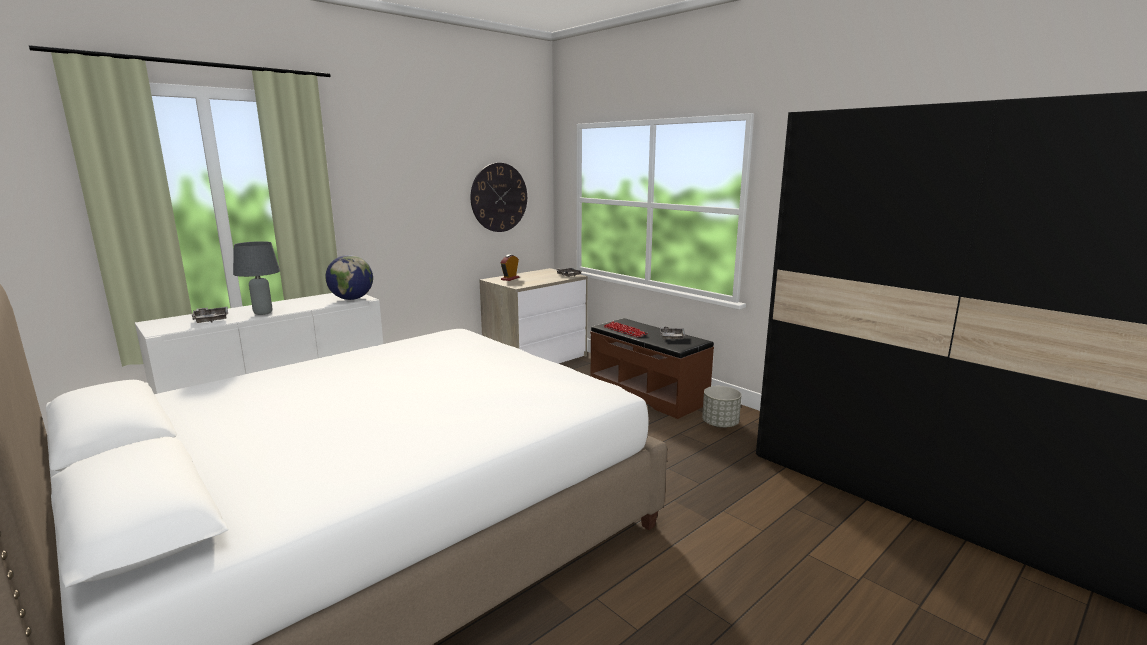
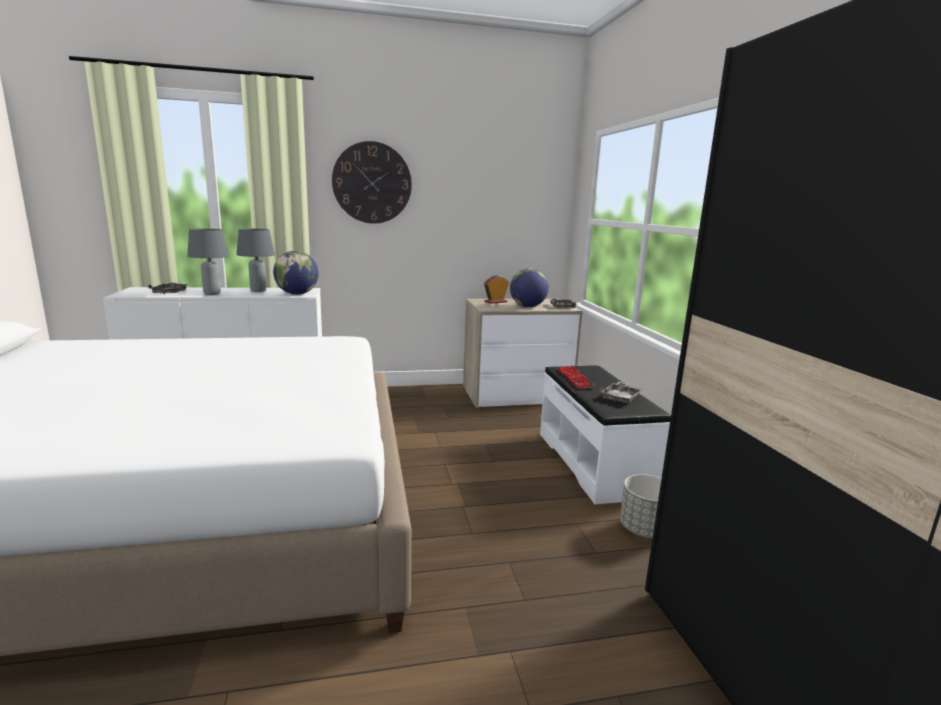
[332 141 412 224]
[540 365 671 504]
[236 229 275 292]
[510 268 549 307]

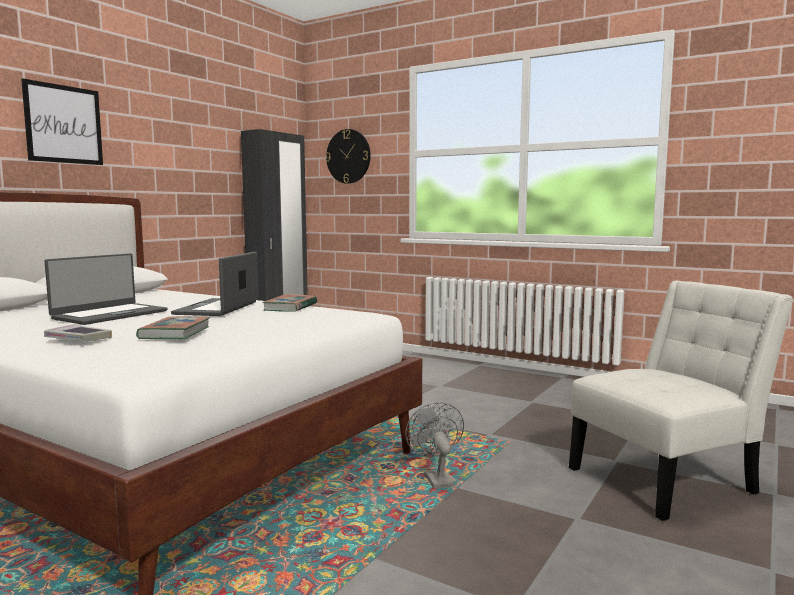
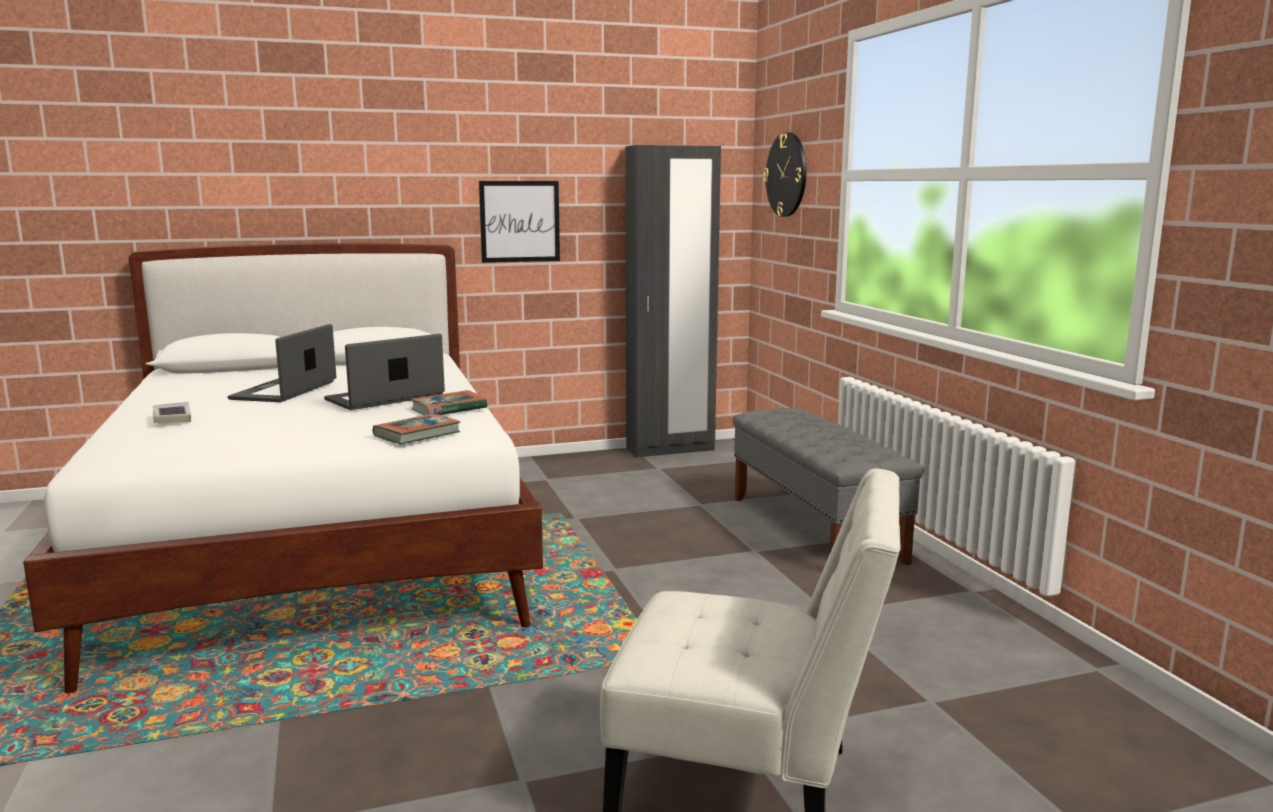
[479 181 560 263]
[228 324 336 402]
[373 414 460 445]
[405 402 464 489] (first image)
[733 408 924 565]

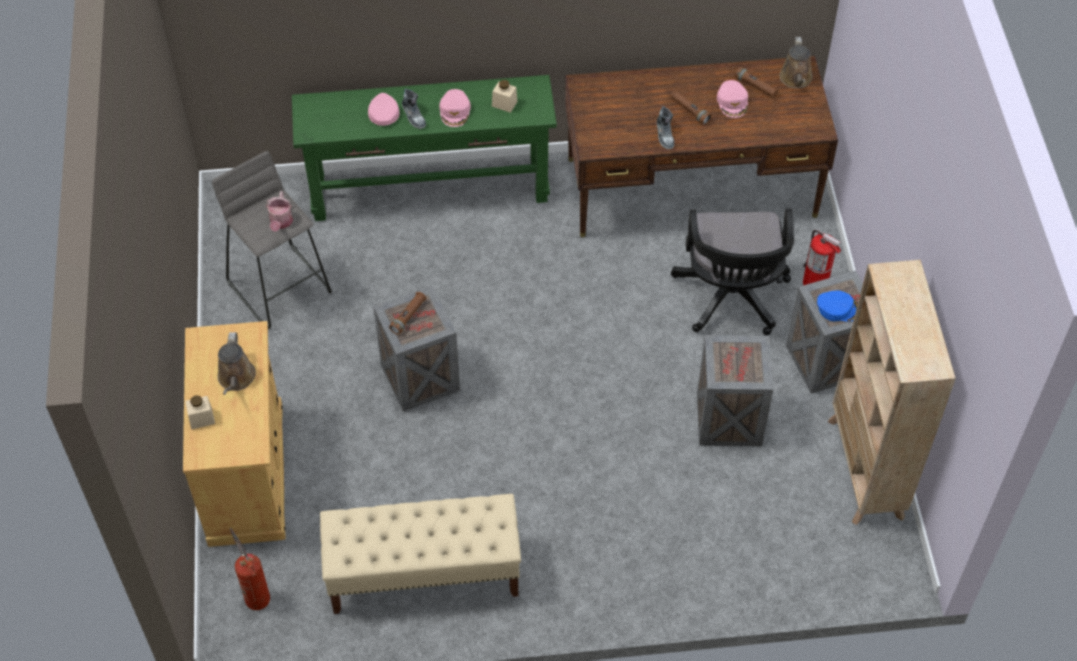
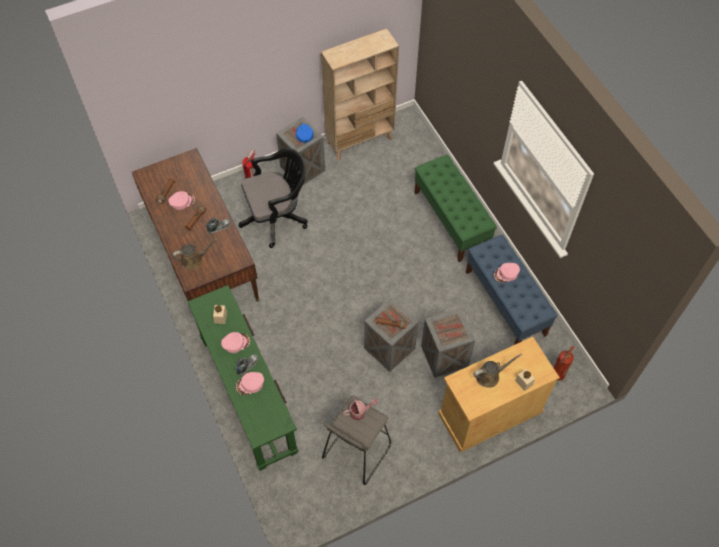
[172 238 218 270]
[421 308 475 378]
[466 234 558 345]
[414 155 497 262]
[494 263 520 283]

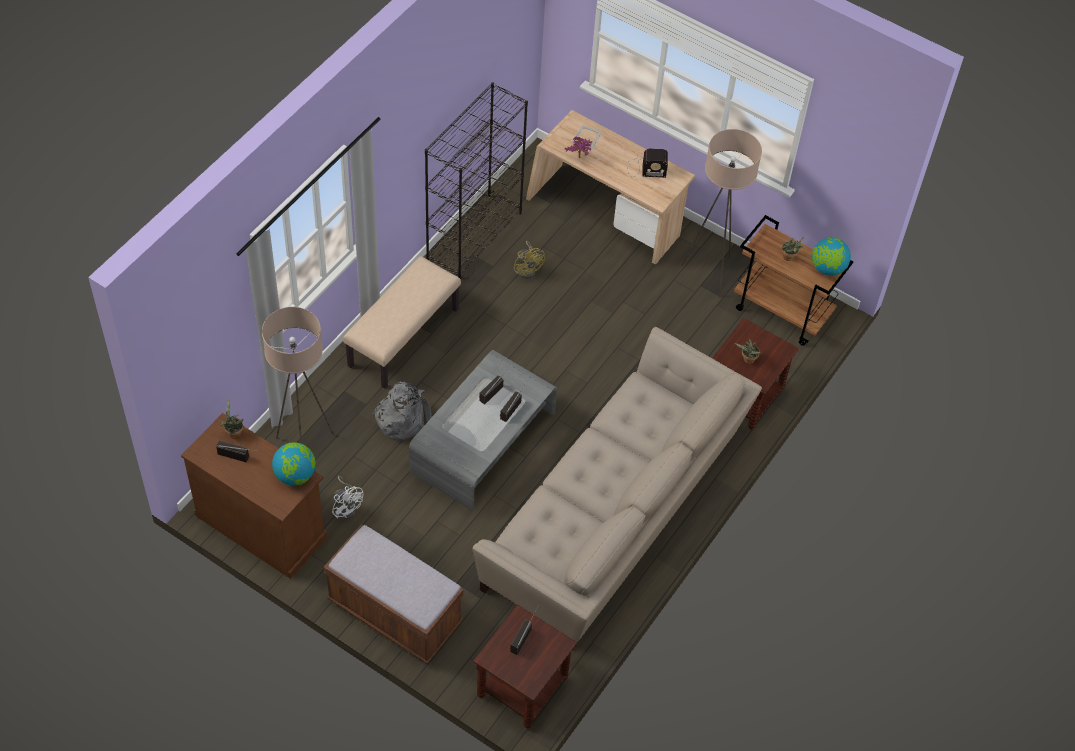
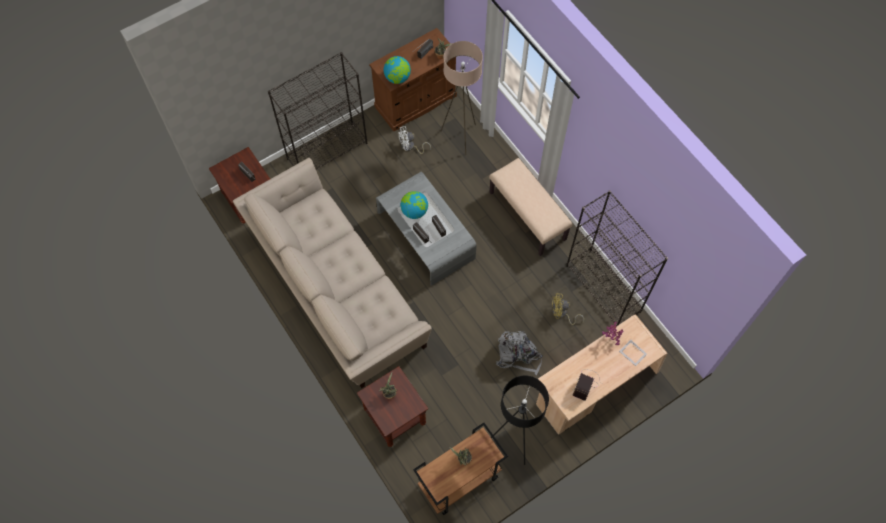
[491 376 549 465]
[400 191 428 219]
[496 331 543 376]
[268 52 367 170]

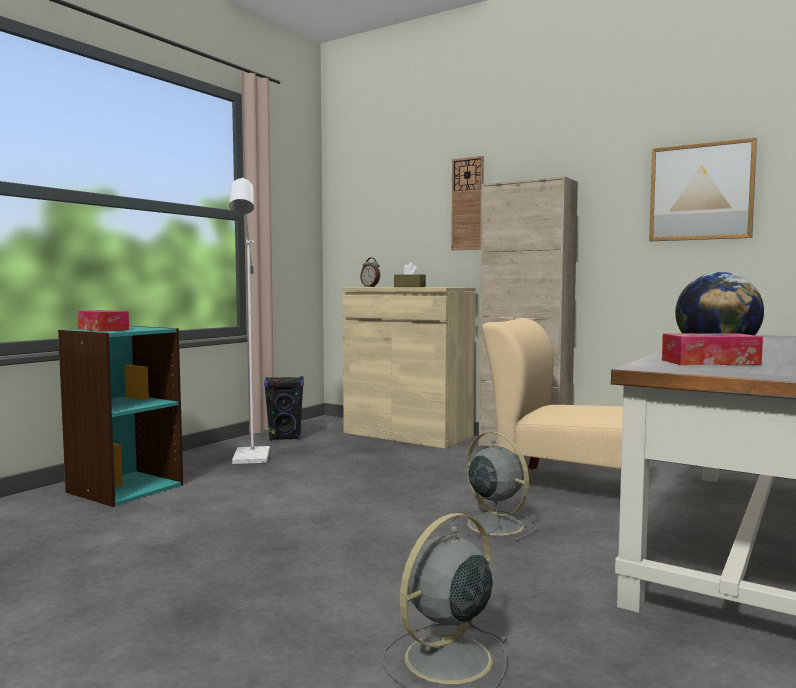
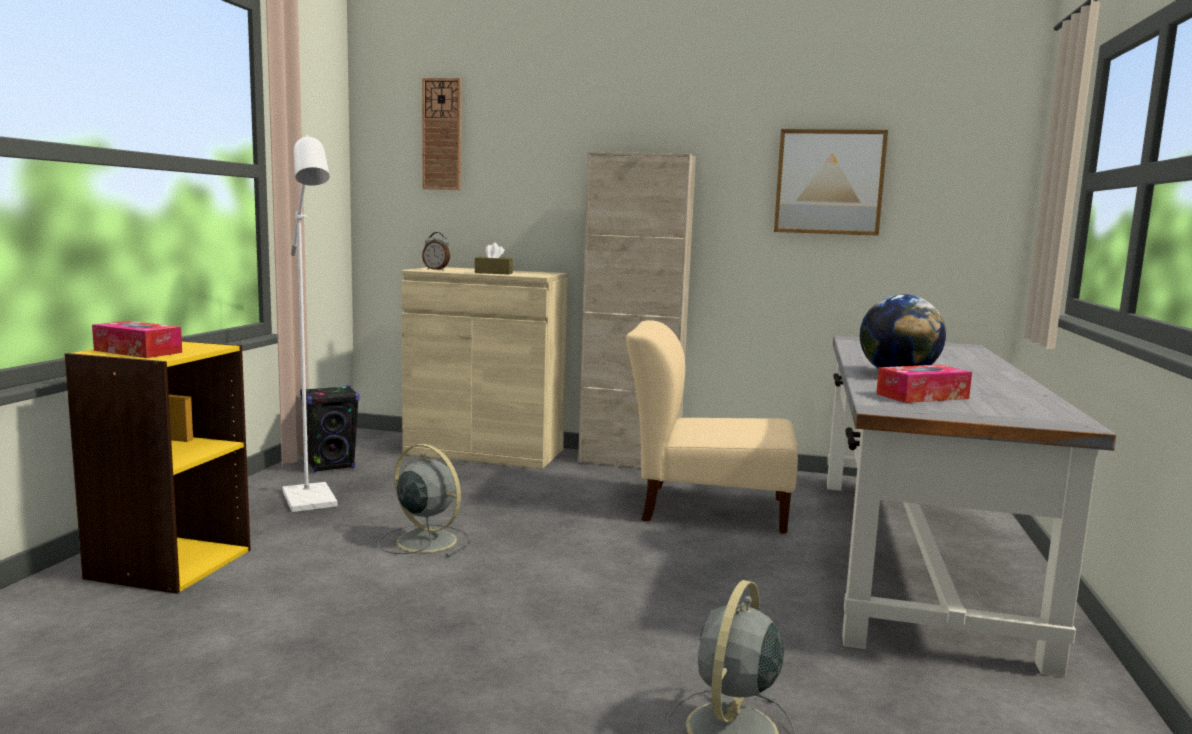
[422 78 461 190]
[65 341 251 594]
[378 444 471 557]

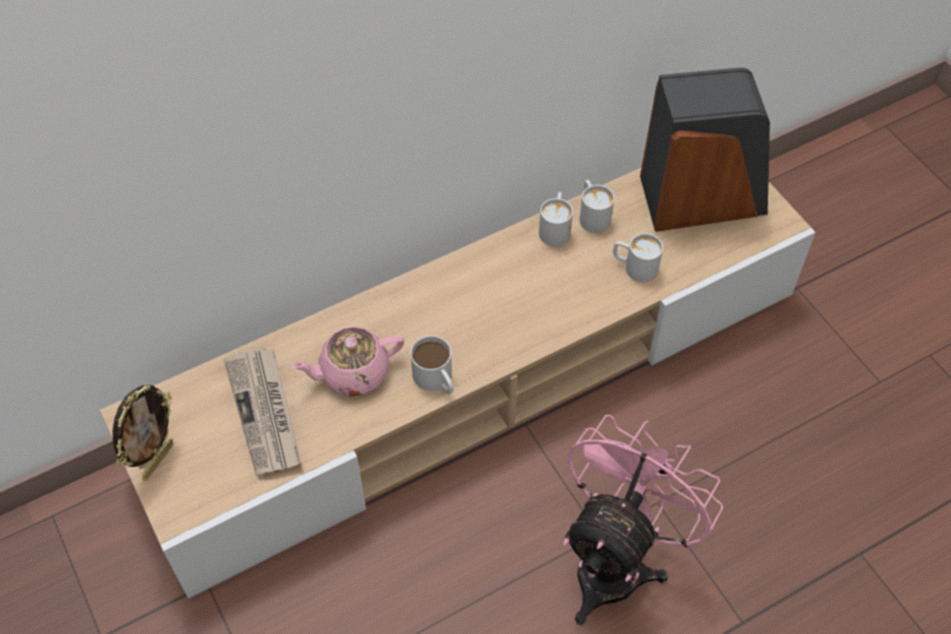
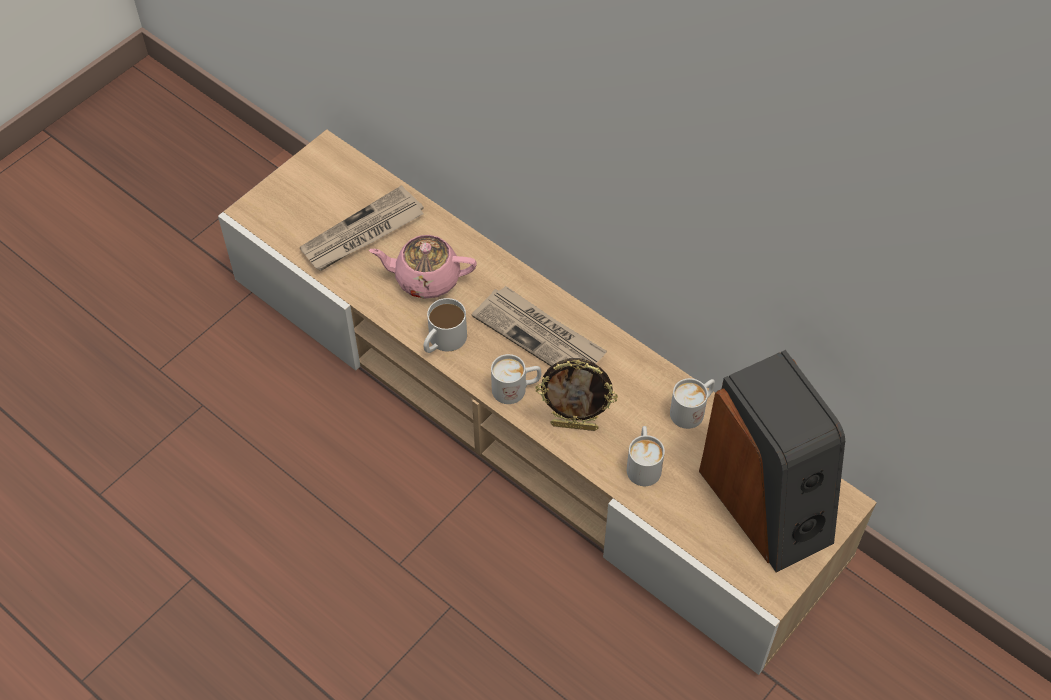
[491 354 541 404]
[369 235 477 299]
[535 358 618 431]
[563 414 723 625] (first image)
[472 286 607 366]

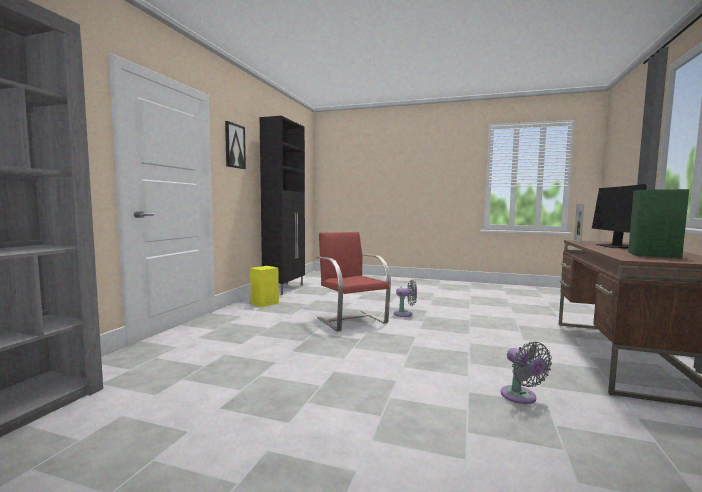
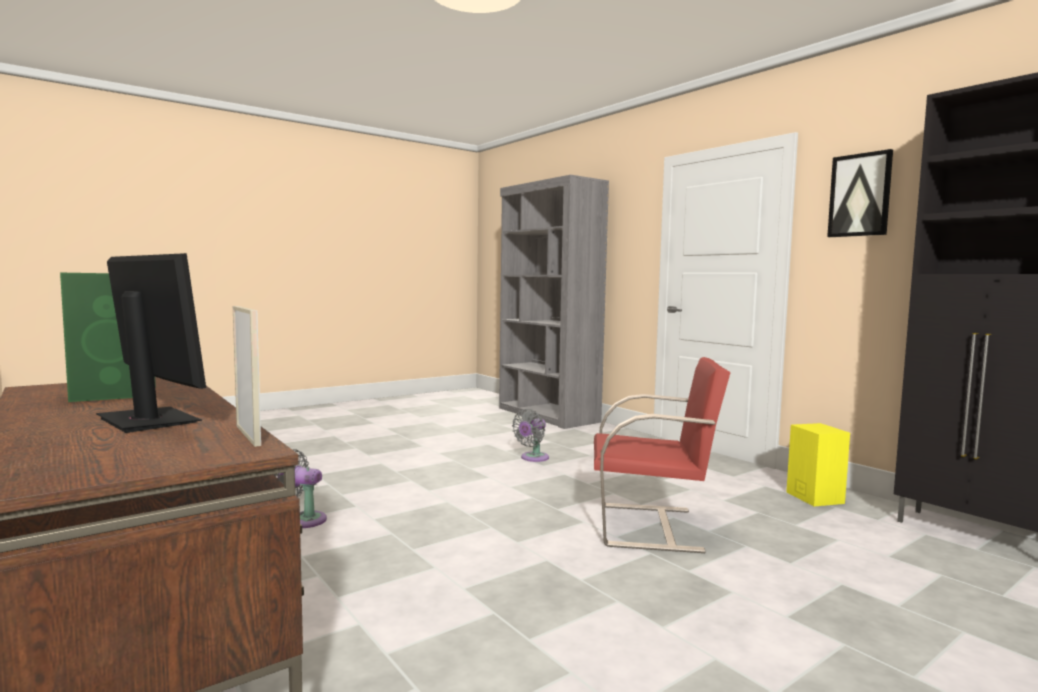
[512 409 549 462]

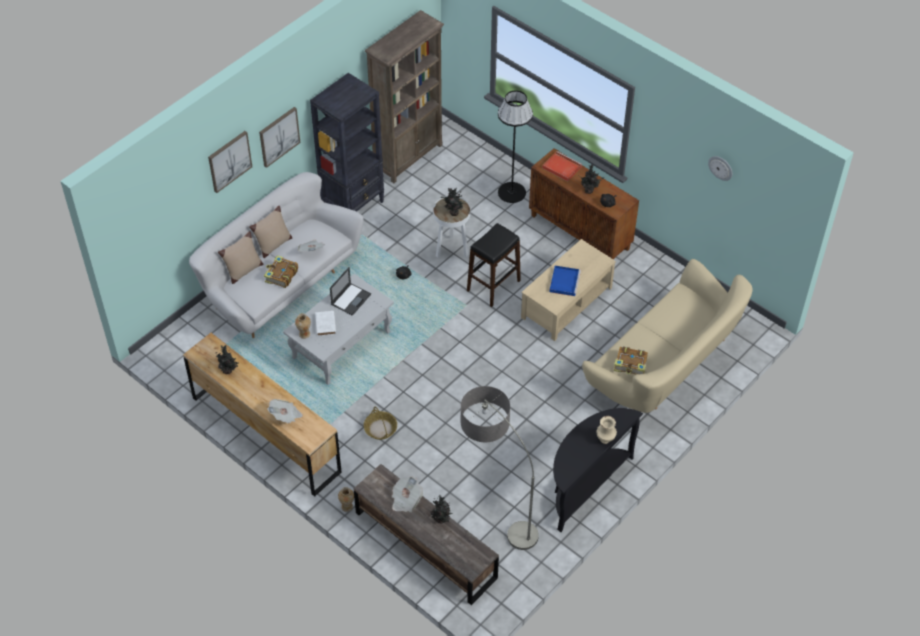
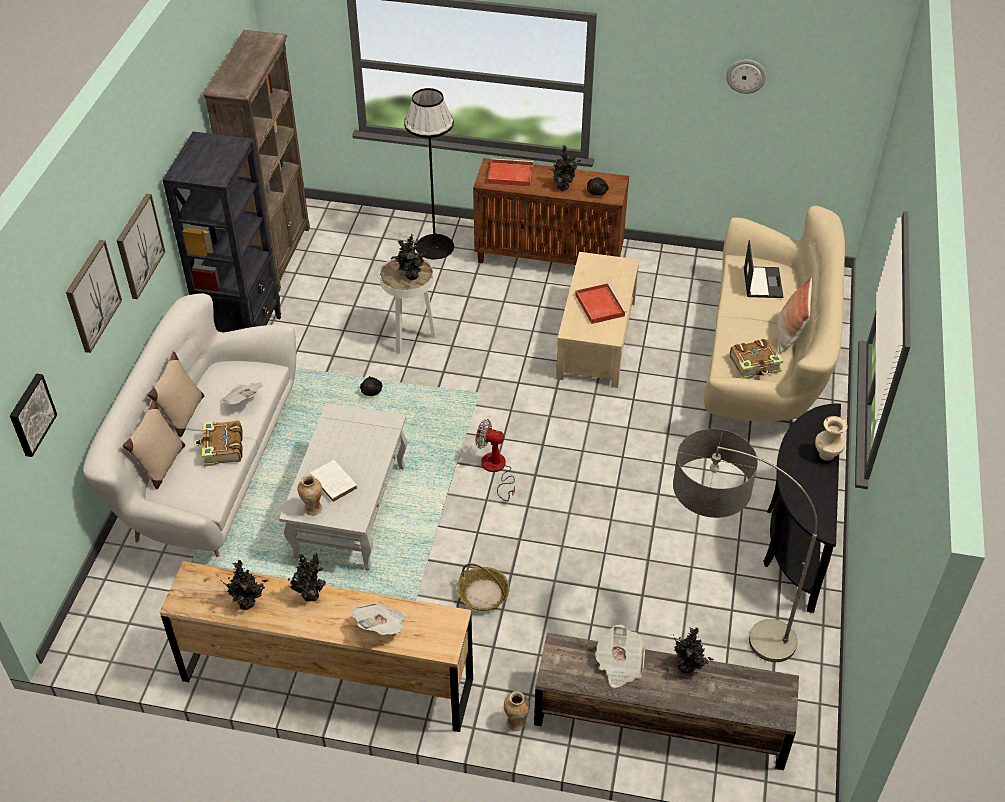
[467 223 521 307] (first image)
[575 283 627 324]
[744 240 783 298]
[777 277 812 353]
[10 374 57 457]
[475 419 515 501]
[288 553 326 602]

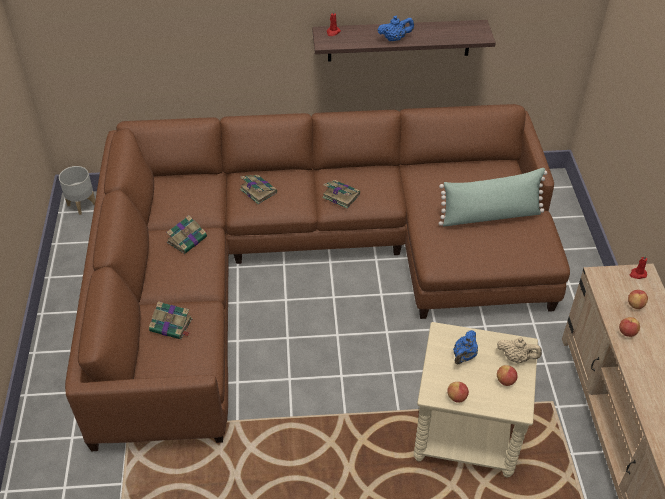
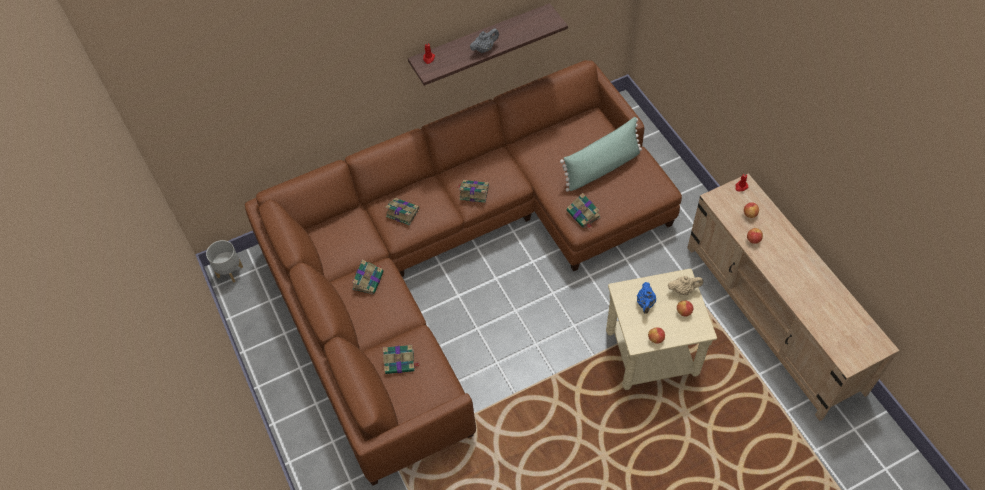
[470 28 499 53]
[566 193 600 229]

